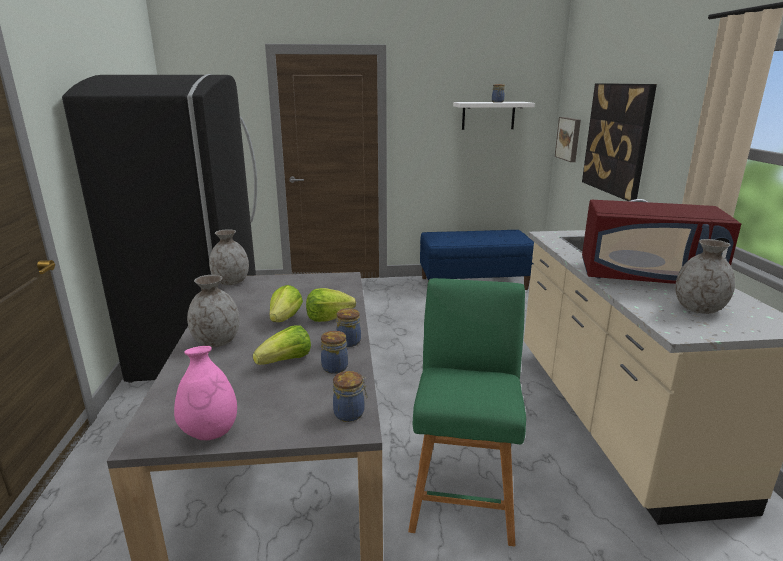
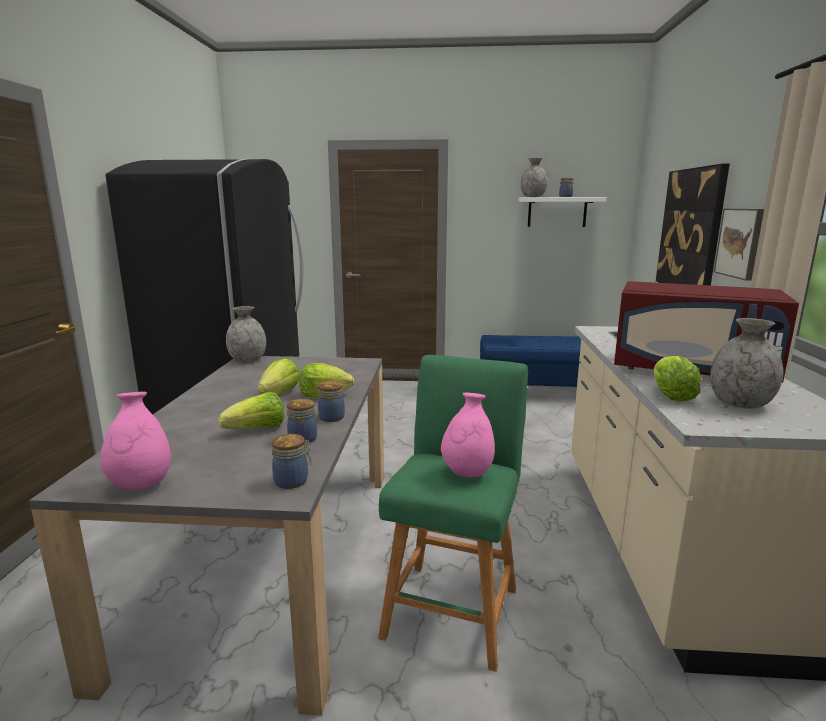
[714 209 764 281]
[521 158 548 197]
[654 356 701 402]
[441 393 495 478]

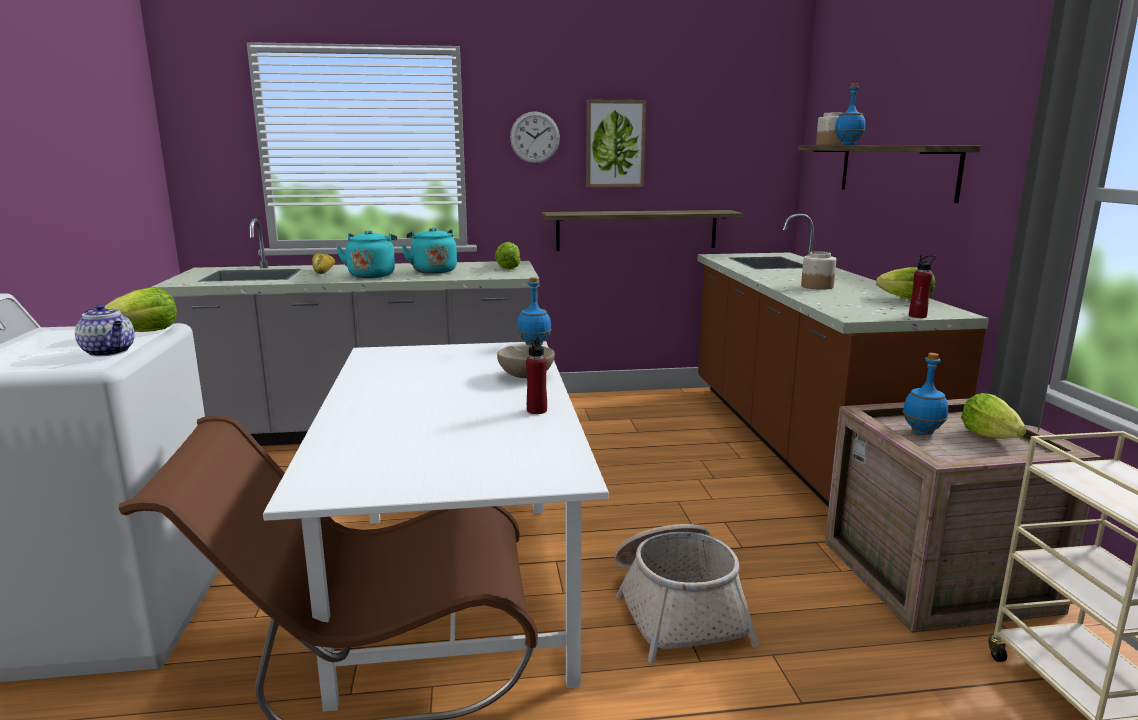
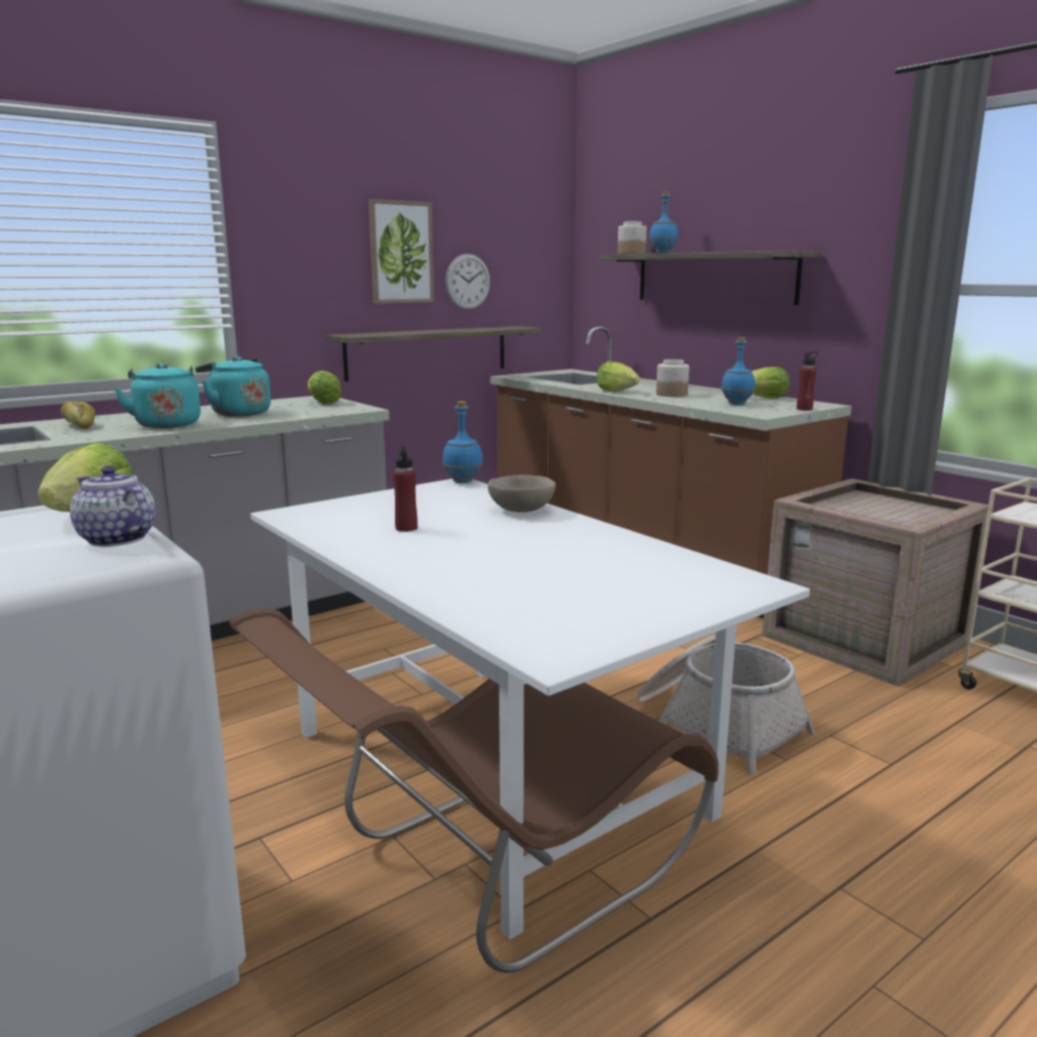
[445 254 490 310]
[70 466 156 547]
[393 447 418 532]
[721 337 755 405]
[596 361 640 392]

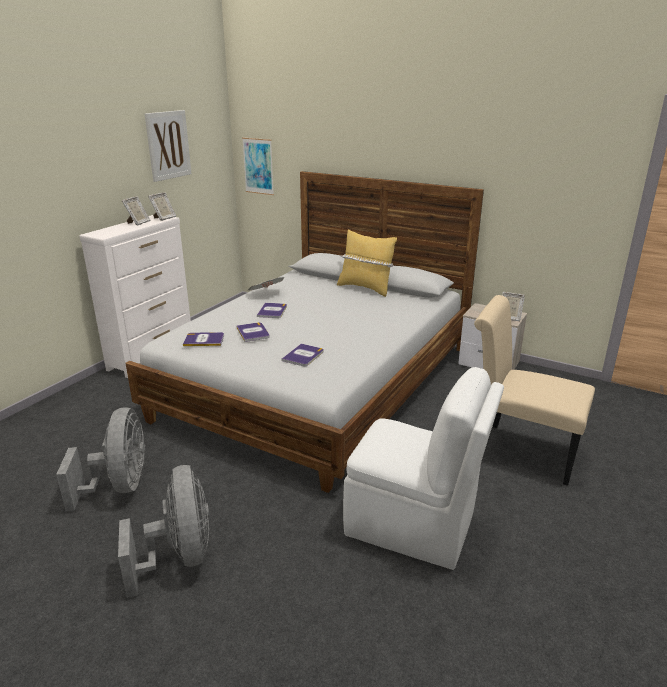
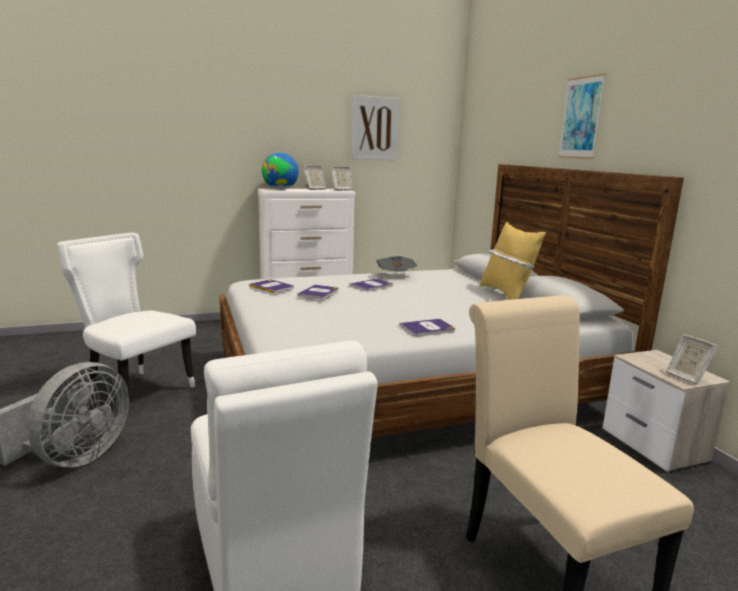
[558 74 606 159]
[399 319 455 336]
[57 233 196 394]
[262 152 299 190]

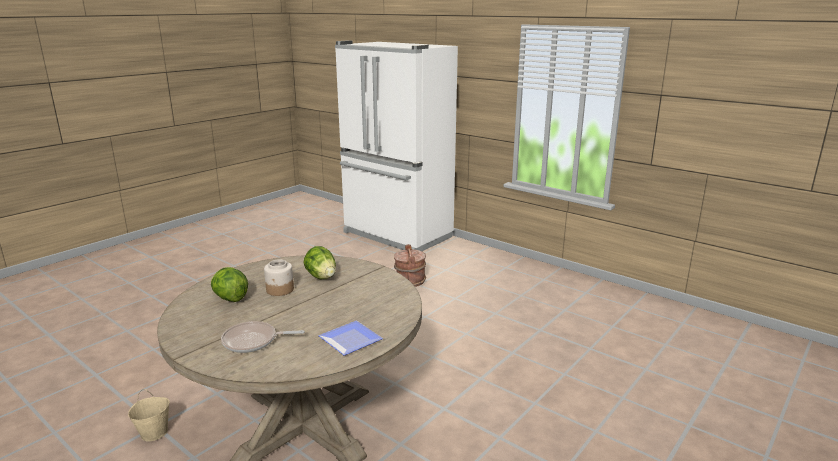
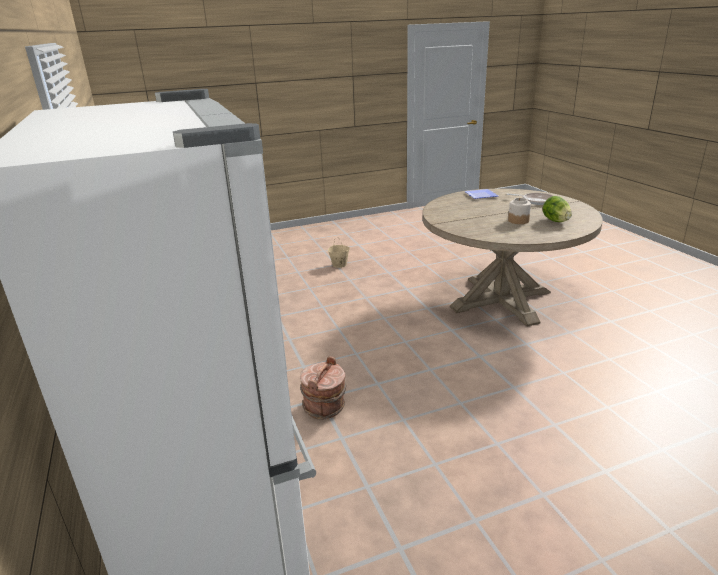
[303 246 336 279] (first image)
[328 237 350 268]

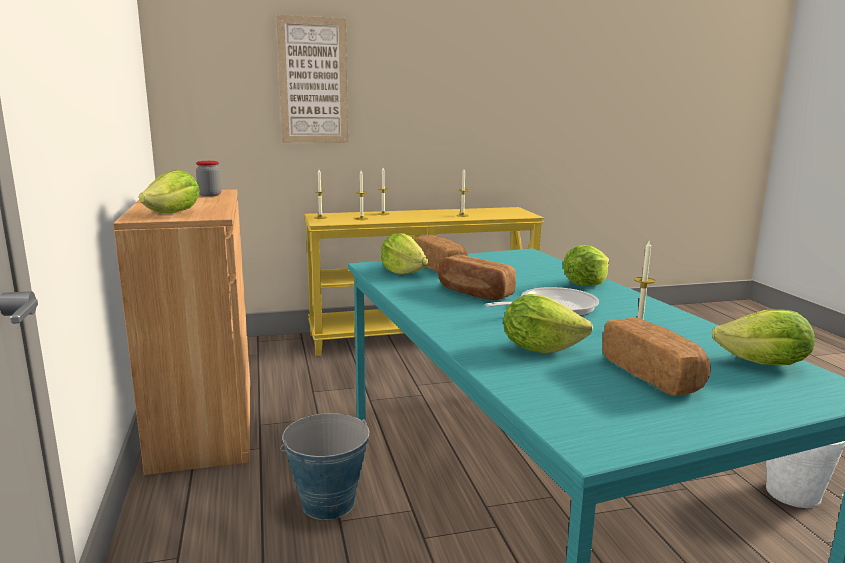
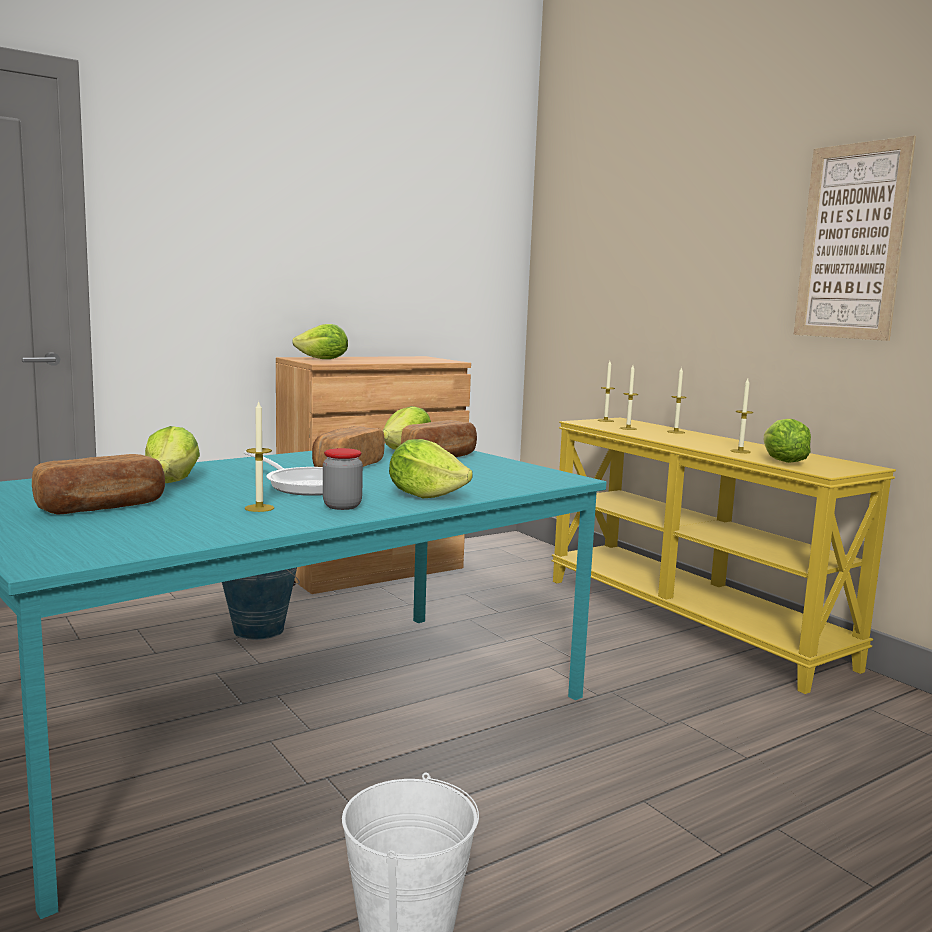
[794 135 916 341]
[323 448 363 510]
[764 419 811 463]

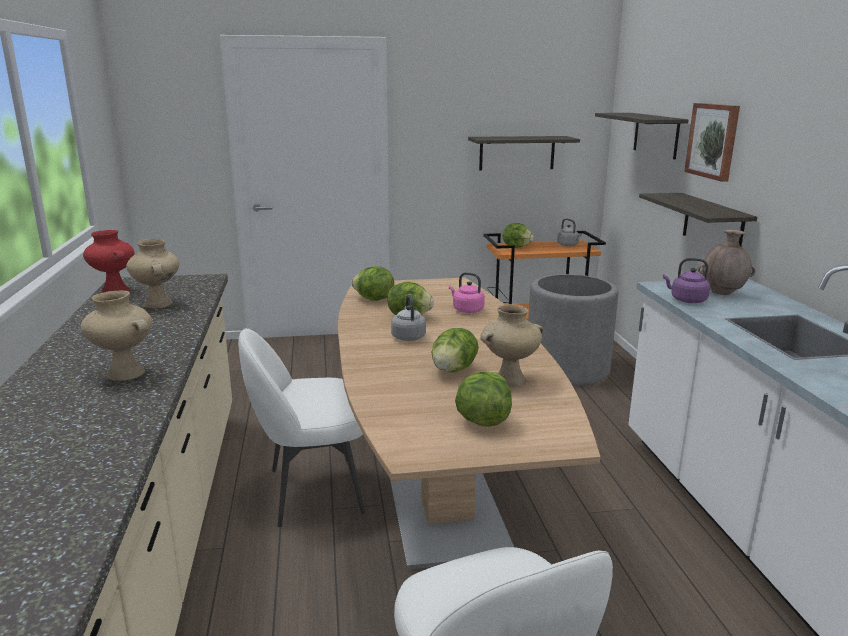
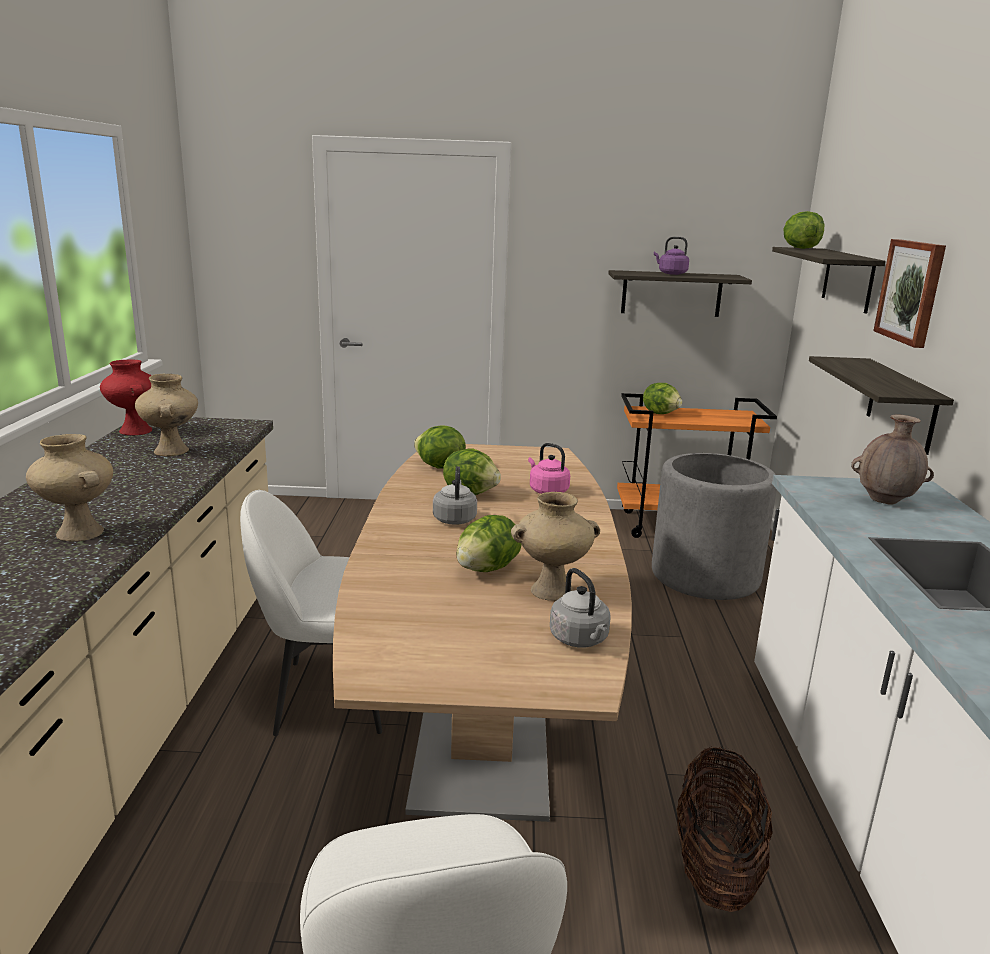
[550 568 611 647]
[654 237 689 275]
[783 211 824 249]
[677 747 773 912]

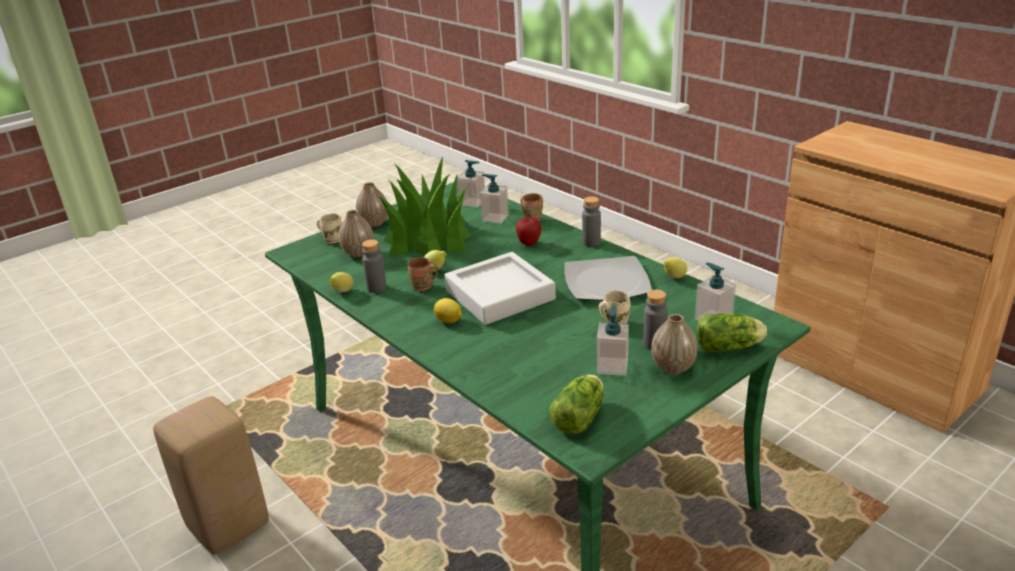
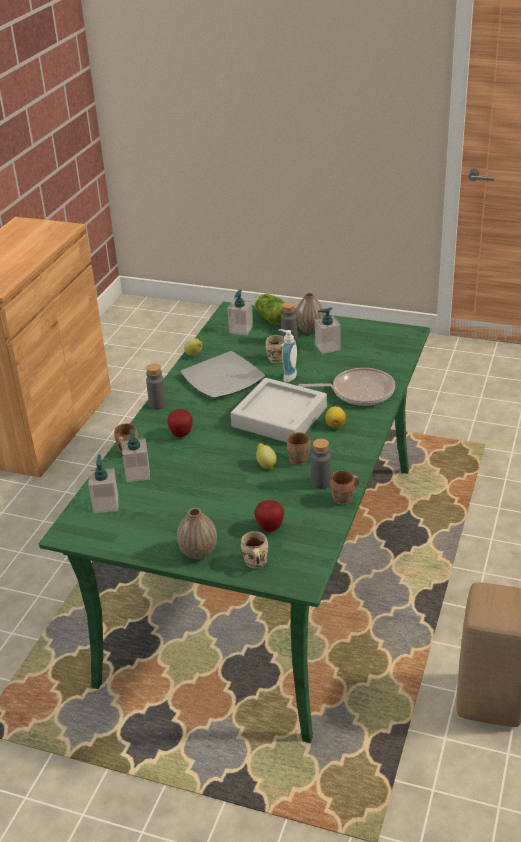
[377 157 471 256] (first image)
[254 500 284 532]
[330 470 360 505]
[550 375 604 435] (first image)
[278 329 297 382]
[298 368 395 406]

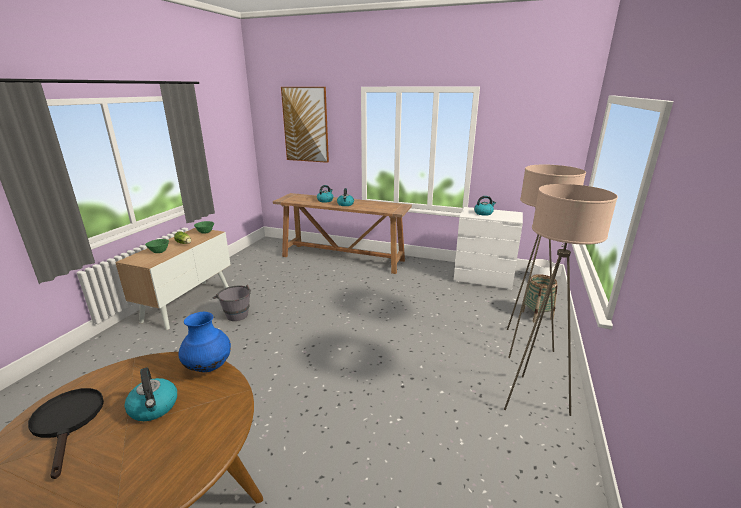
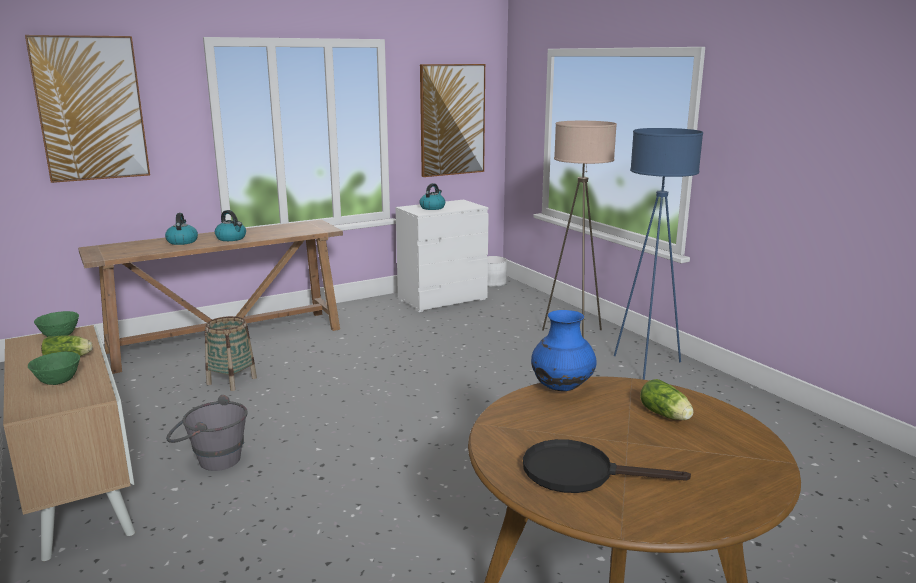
[614 128 703 380]
[205 316 257 391]
[124 367 177 421] (first image)
[420 64 485 177]
[640 379 693 420]

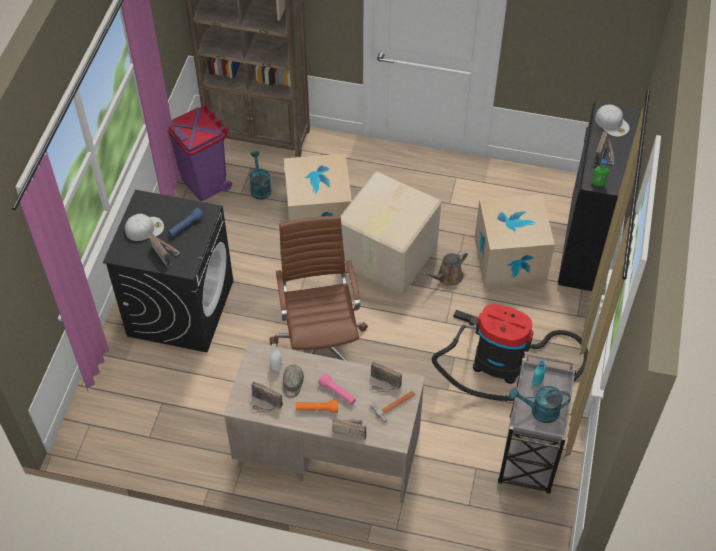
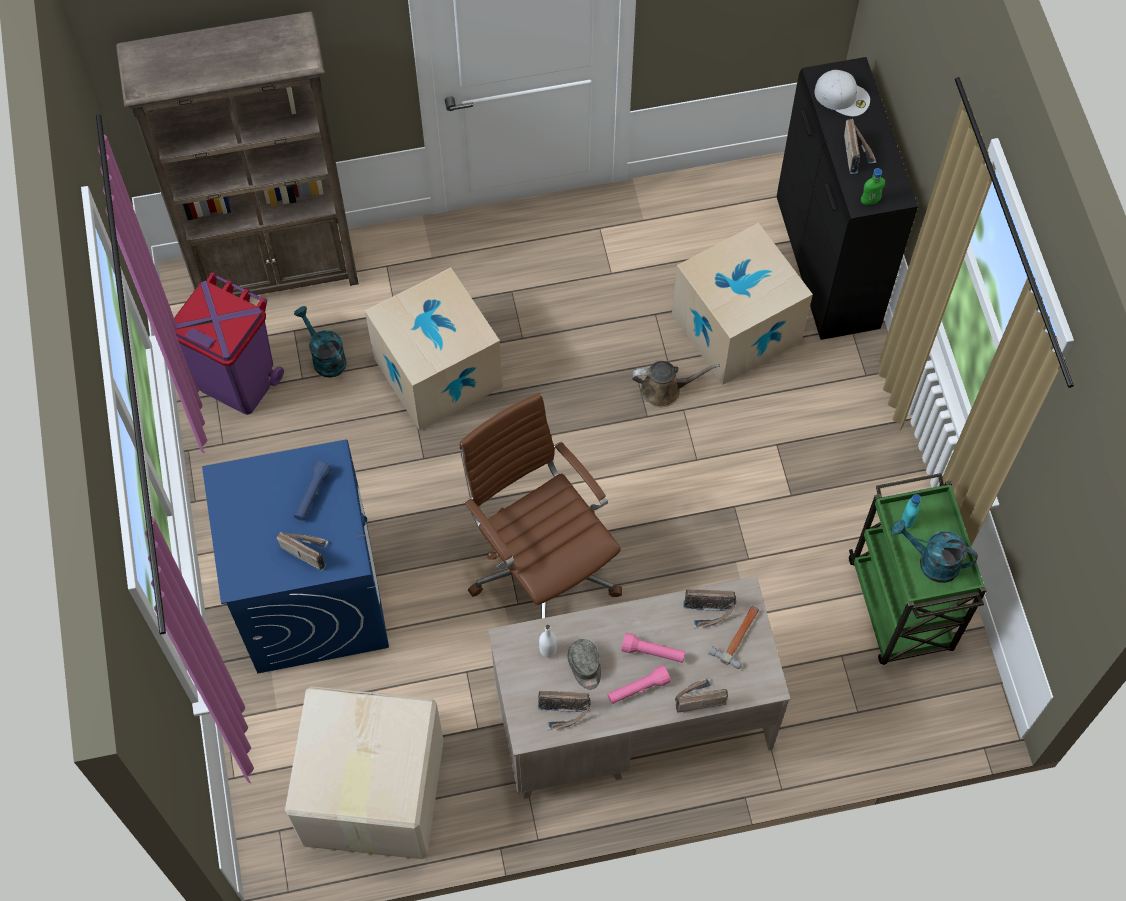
[285 686 444 859]
[202 440 389 673]
[125 214 164 241] (first image)
[632 361 720 407]
[432 304 588 401] (first image)
[849 473 987 665]
[892 519 978 583]
[607 665 671 704]

